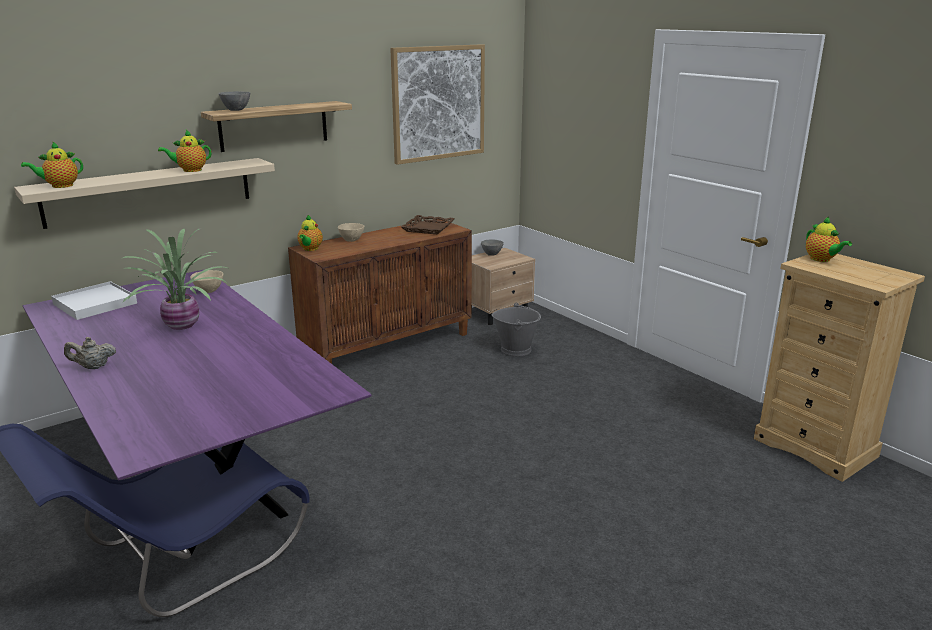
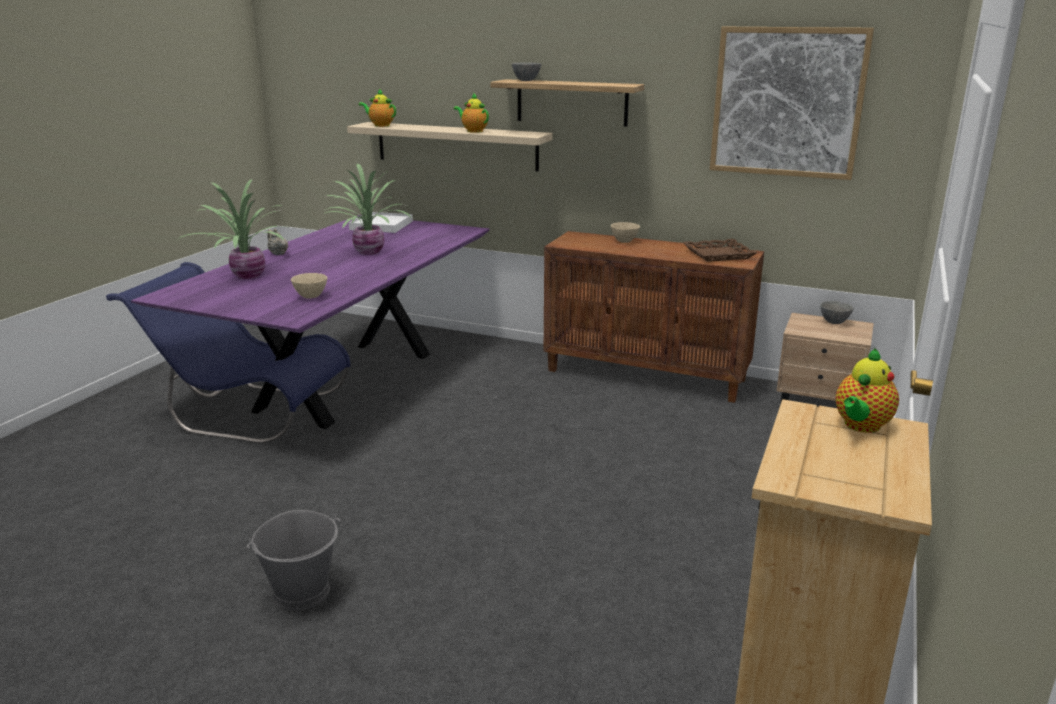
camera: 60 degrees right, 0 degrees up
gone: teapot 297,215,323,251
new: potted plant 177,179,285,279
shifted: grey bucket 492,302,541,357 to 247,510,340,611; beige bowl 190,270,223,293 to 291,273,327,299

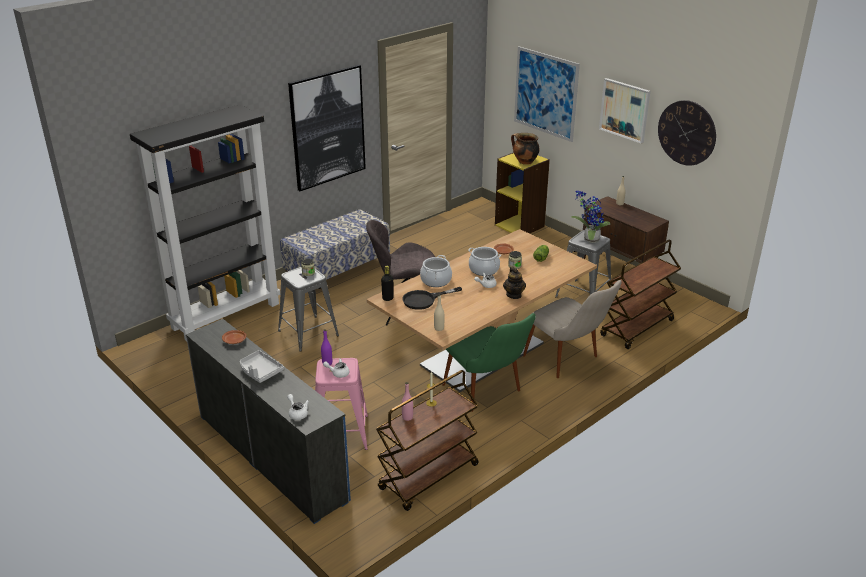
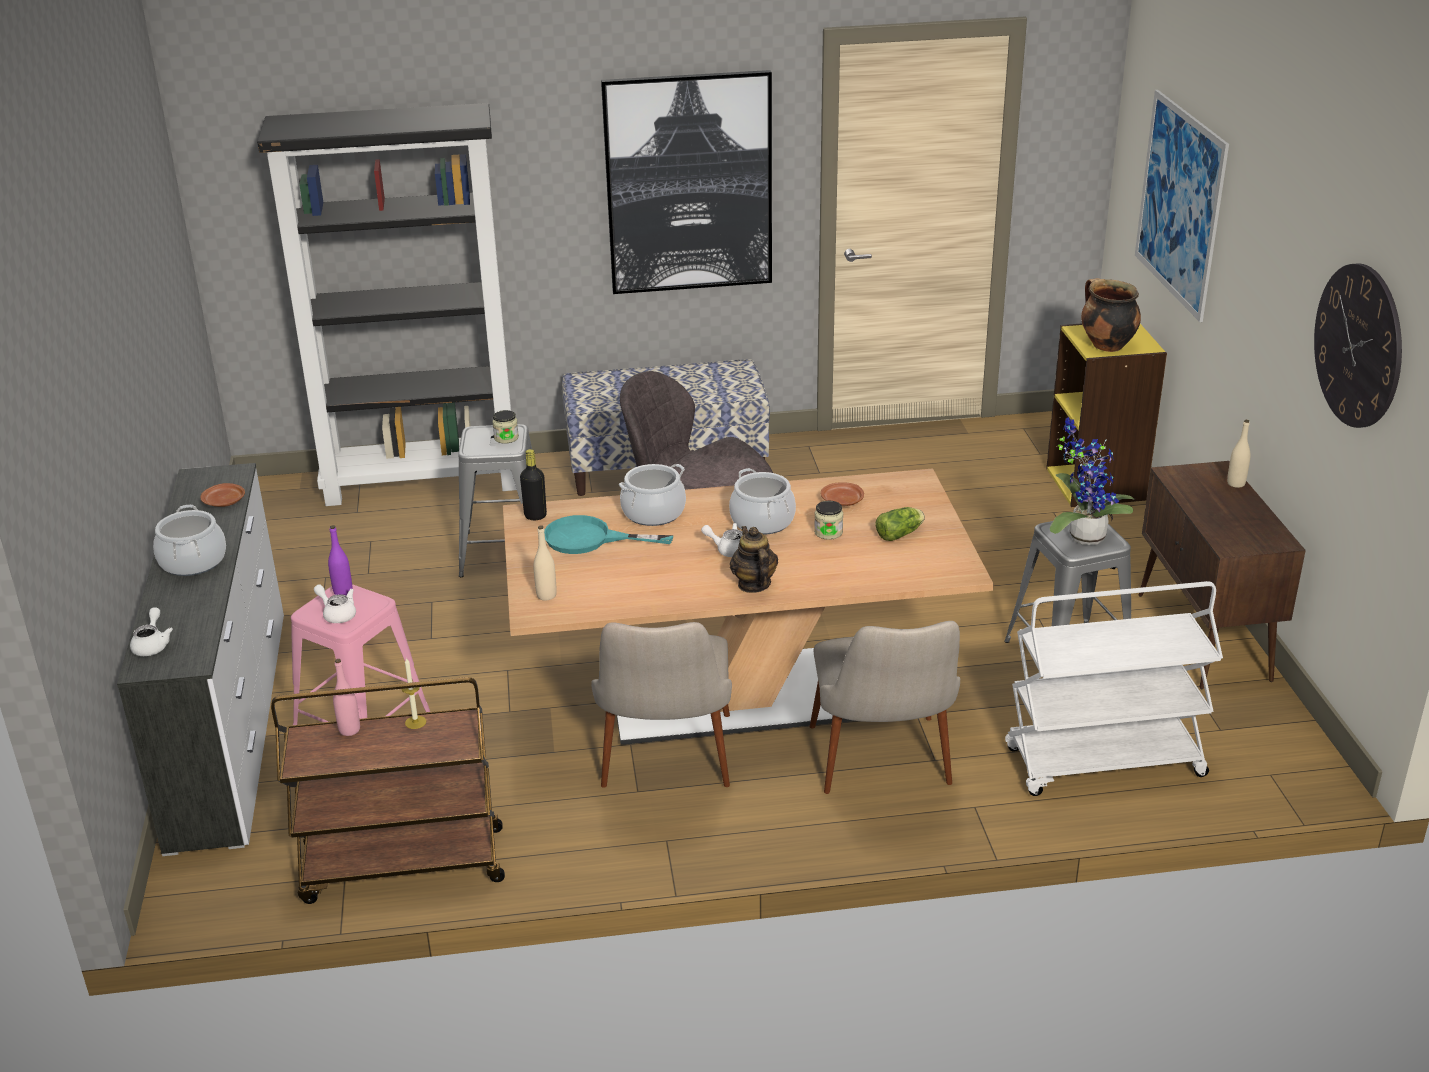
camera: 35 degrees right, 0 degrees up
gone: picture 599,78,650,144
swapped: grey tray 240,350,284,383 to cooking pot 153,505,226,576
repainted: blue dresser 186,319,351,524 to white dresser 117,463,284,856; black frying pan 402,287,462,310 to turquoise frying pan 544,515,673,554; green chair 442,313,536,412 to beige chair 591,622,732,788; brown cart 600,240,681,349 to white cart 1005,581,1223,796
rotated: teapot 503,267,526,299 = 730,526,778,593 135 degrees clockwise

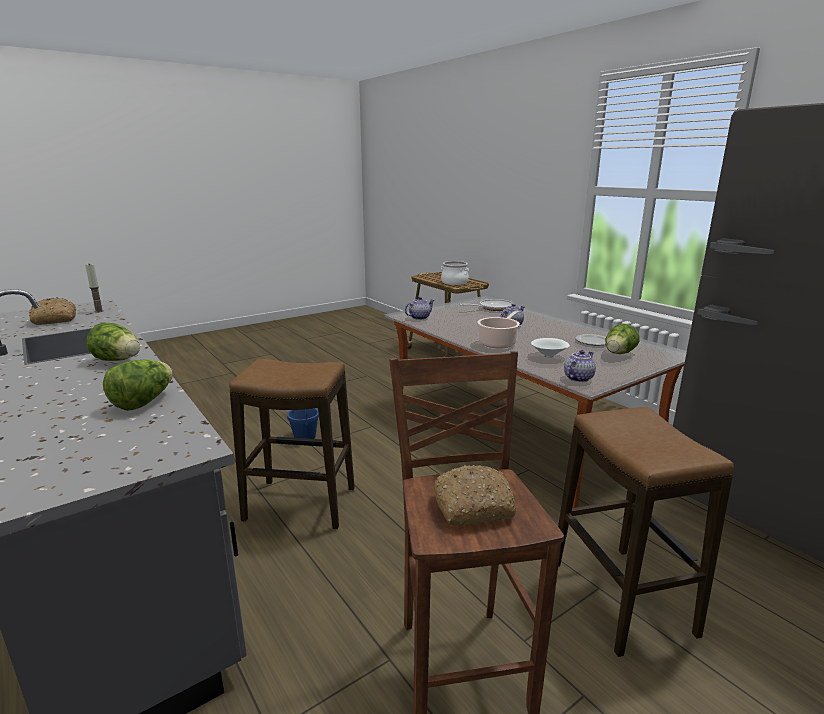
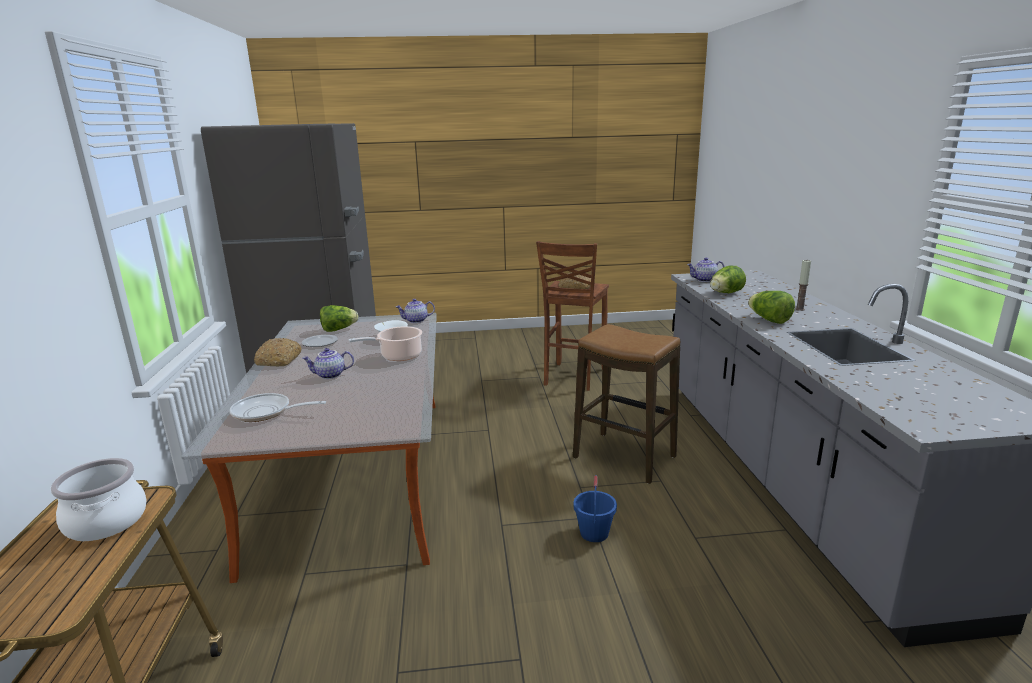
camera: 150 degrees left, 0 degrees up
gone: stool 558,407,734,657
shifted: bread 29,297,76,325 to 254,338,301,366; teapot 405,297,434,320 to 687,258,724,282; candle 85,264,104,313 to 795,260,811,311

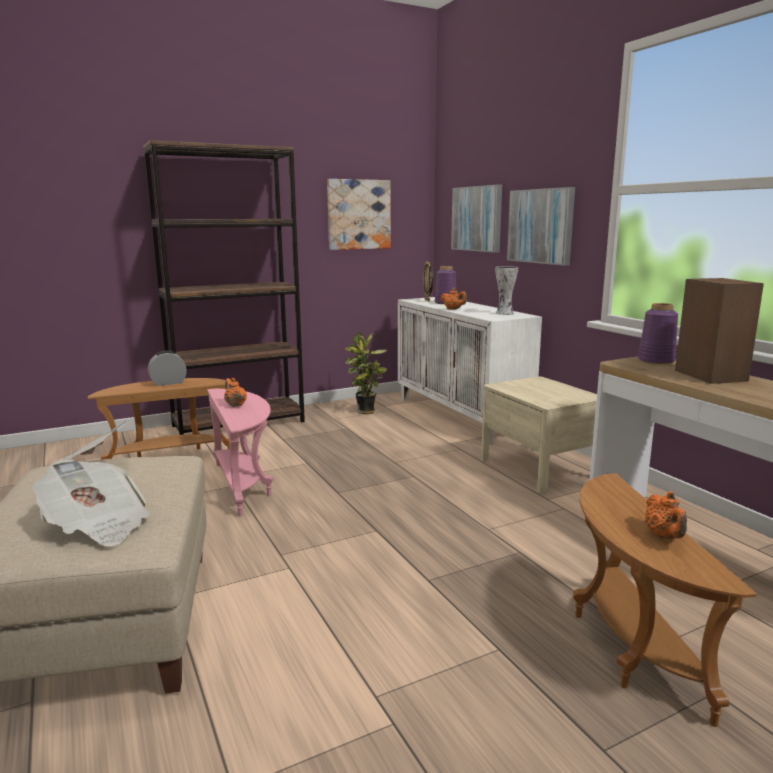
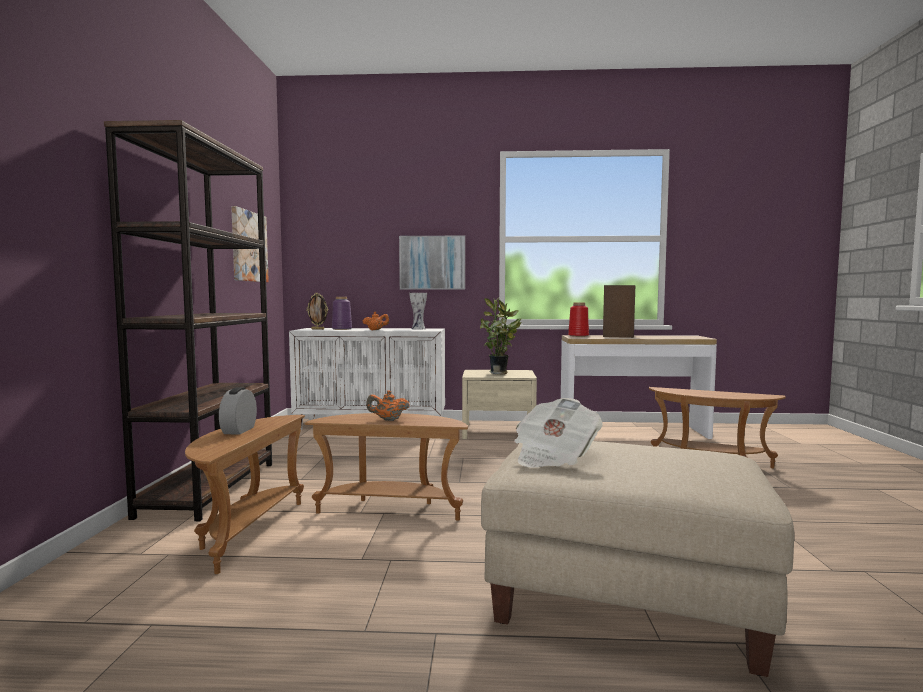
camera: 60 degrees left, 10 degrees down
gone: newspaper 33,459,151,547; picture 451,184,502,253; orange teapot 645,491,687,539
shifted: potted plant 345,332,387,414 to 480,297,522,374
repainted: pink side table 207,389,274,517 to brown side table 304,413,468,521; purple vase 638,303,678,364 to red vase 568,302,589,337

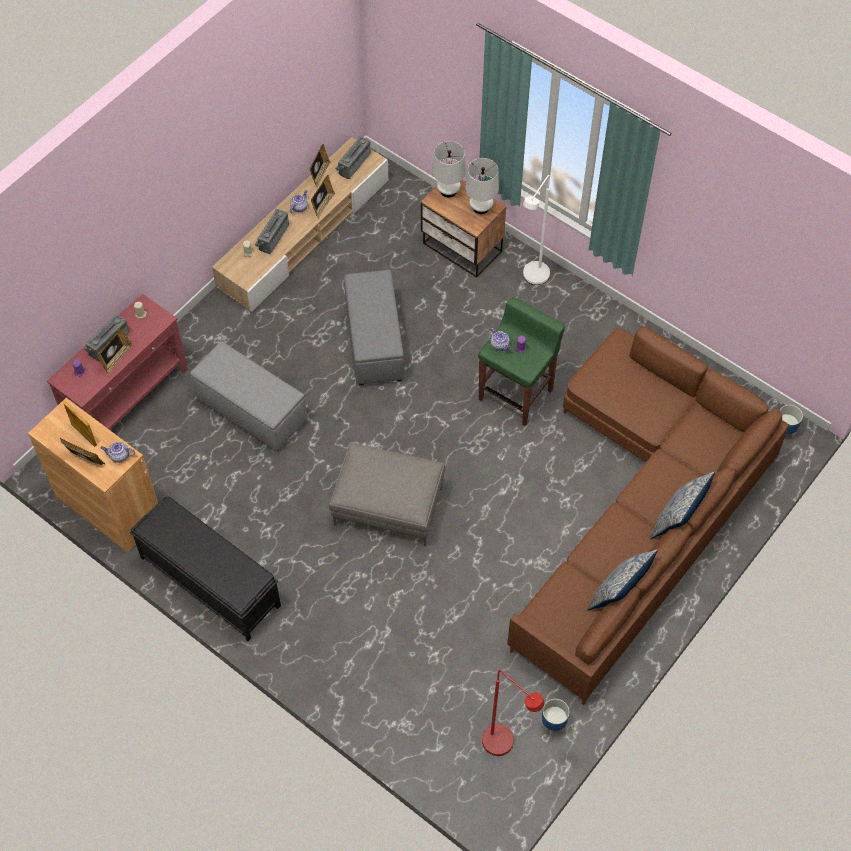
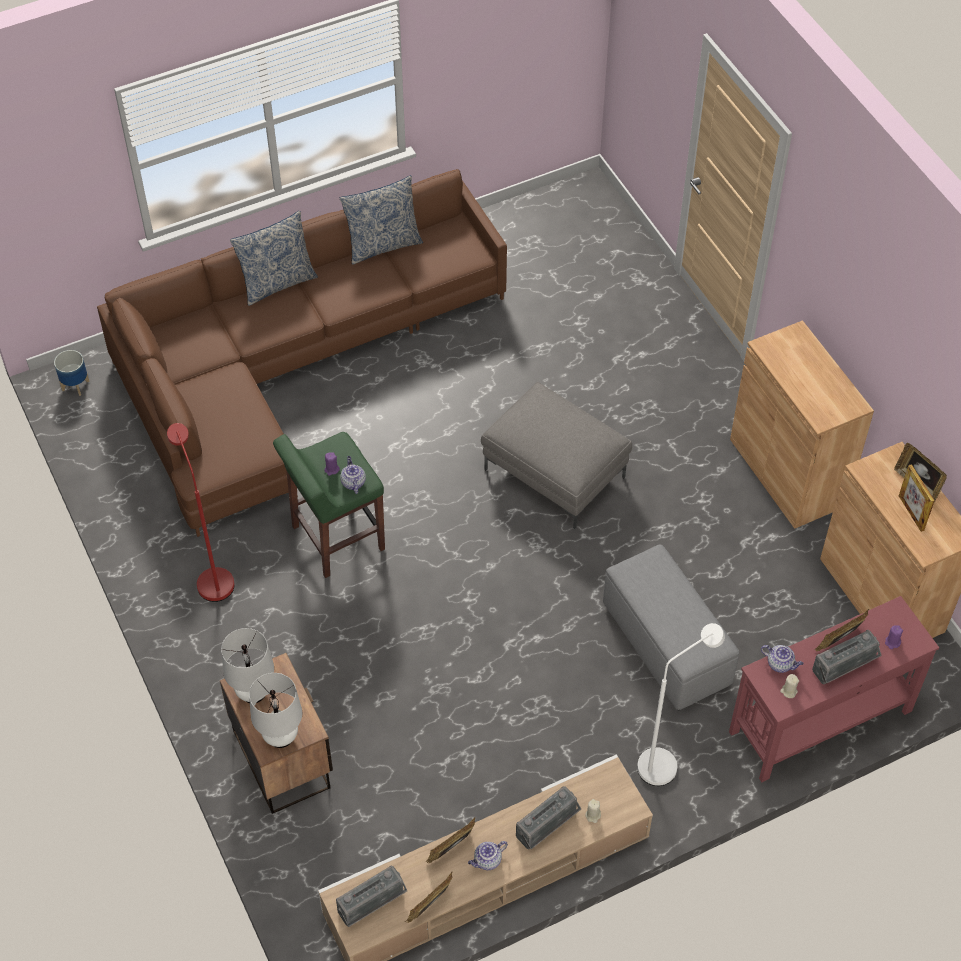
camera: 155 degrees left, 5 degrees down
gone: grey ottoman 344,270,404,386; planter 542,699,569,734
shifted: red floor lamp 482,670,545,756 to 167,423,235,602; white floor lamp 523,175,550,285 to 637,623,725,786; teapot 100,442,135,463 to 761,645,804,673
swapped: black bench 130,496,281,641 to brown cabinet 730,320,874,529

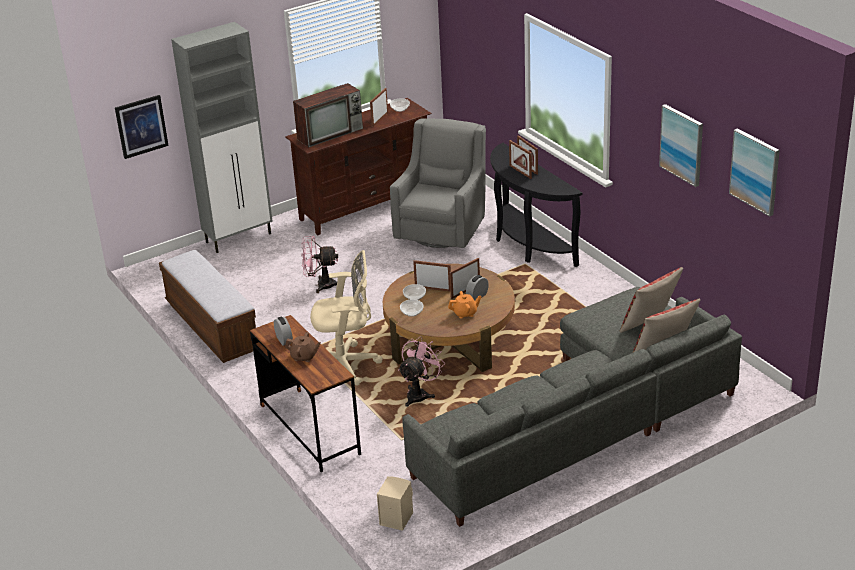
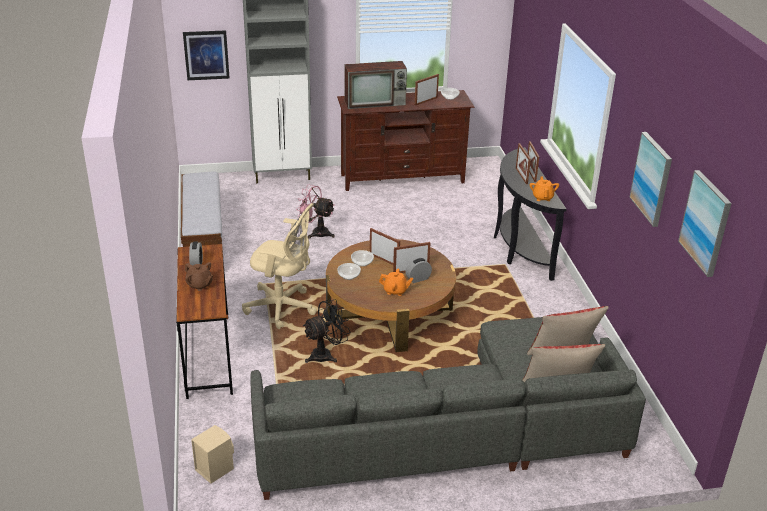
camera: 20 degrees right, 0 degrees up
gone: grey armchair 390,118,486,248
new: orange teapot 530,176,559,201
repainted: pink fan 398,336,445,407 to black fan 303,299,350,363

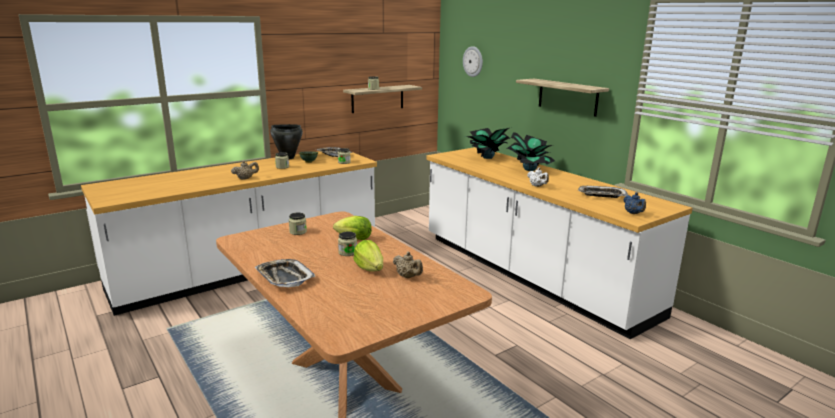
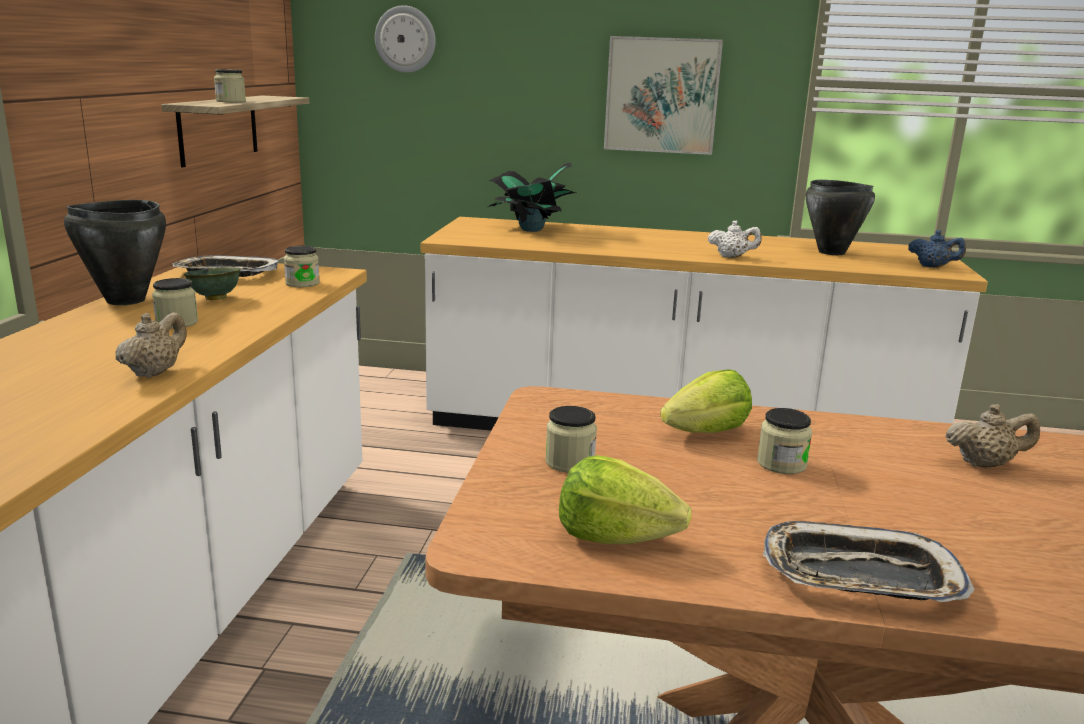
camera: 45 degrees left, 0 degrees up
gone: potted plant 506,132,555,171
shifted: lettuce 353,240,383,272 to 559,455,691,544
swapped: shelf 516,79,609,117 to picture 604,36,723,155; tray 578,186,628,198 to black cooking pot 806,179,875,255

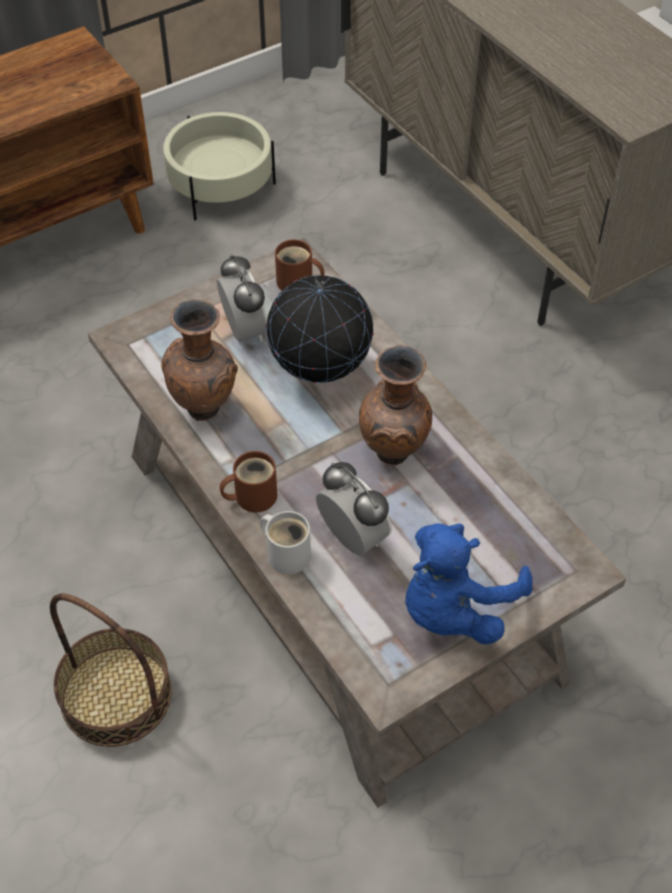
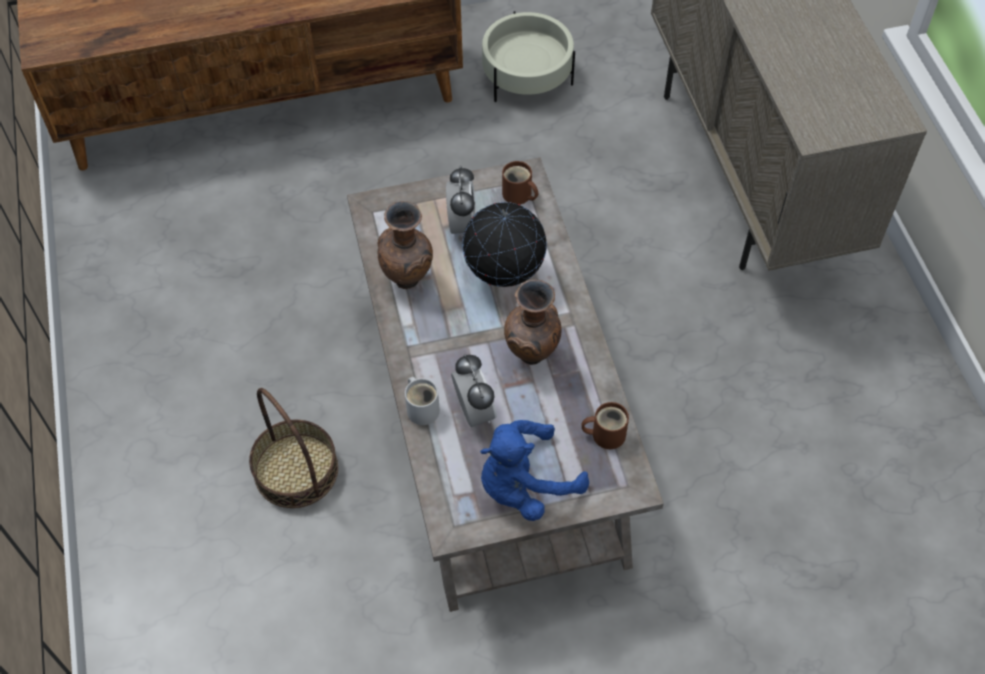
camera: 20 degrees right, 5 degrees up
shifted: brown mug 220,451,277,512 to 582,402,629,449

